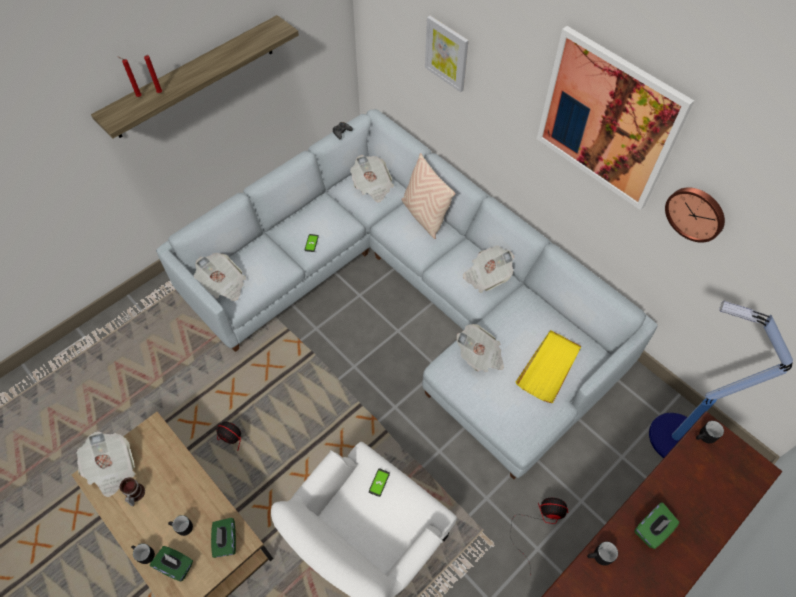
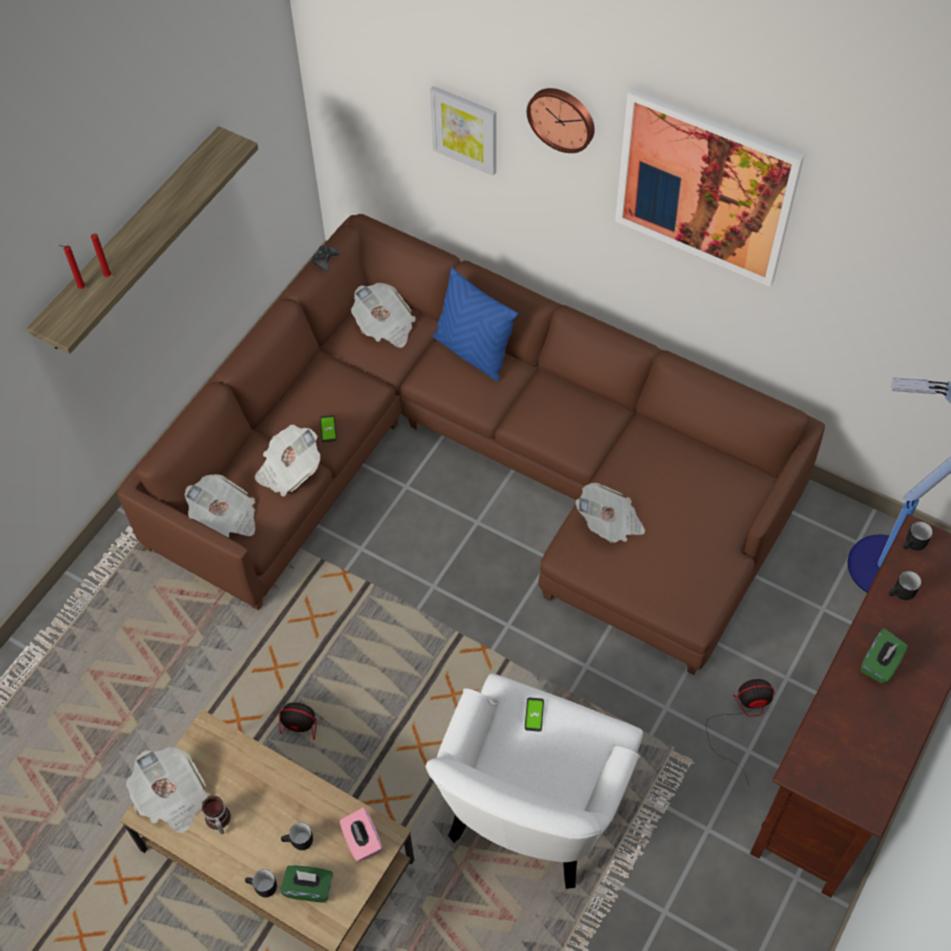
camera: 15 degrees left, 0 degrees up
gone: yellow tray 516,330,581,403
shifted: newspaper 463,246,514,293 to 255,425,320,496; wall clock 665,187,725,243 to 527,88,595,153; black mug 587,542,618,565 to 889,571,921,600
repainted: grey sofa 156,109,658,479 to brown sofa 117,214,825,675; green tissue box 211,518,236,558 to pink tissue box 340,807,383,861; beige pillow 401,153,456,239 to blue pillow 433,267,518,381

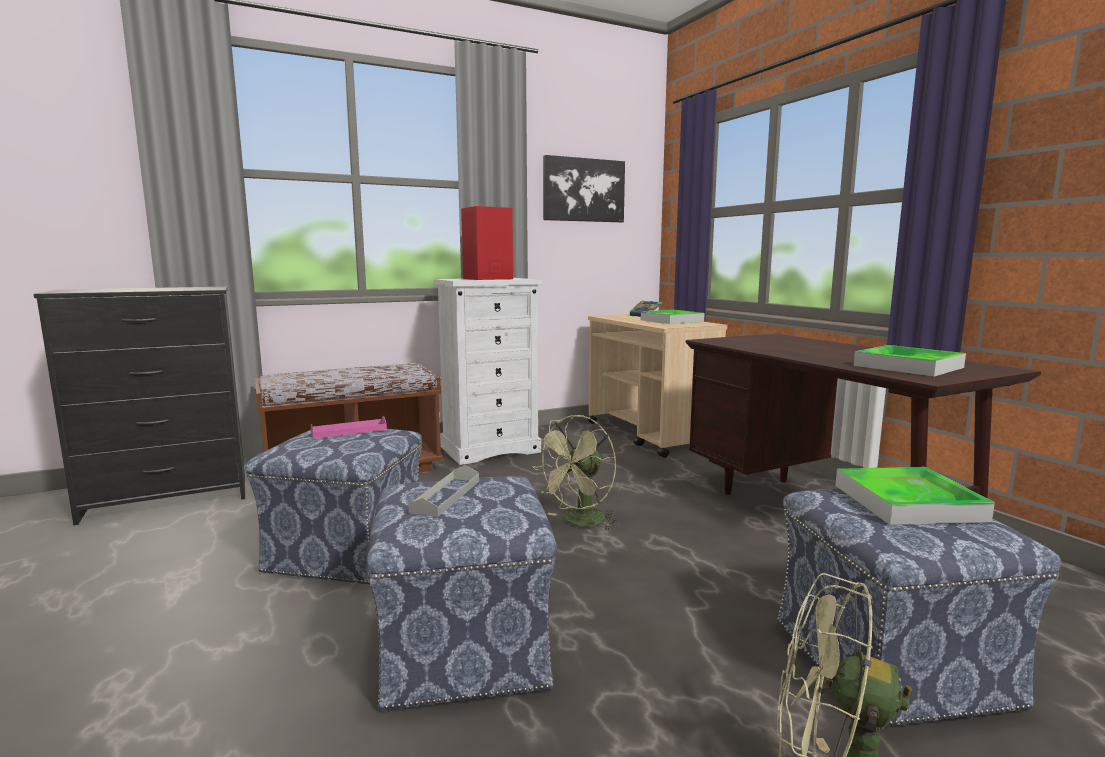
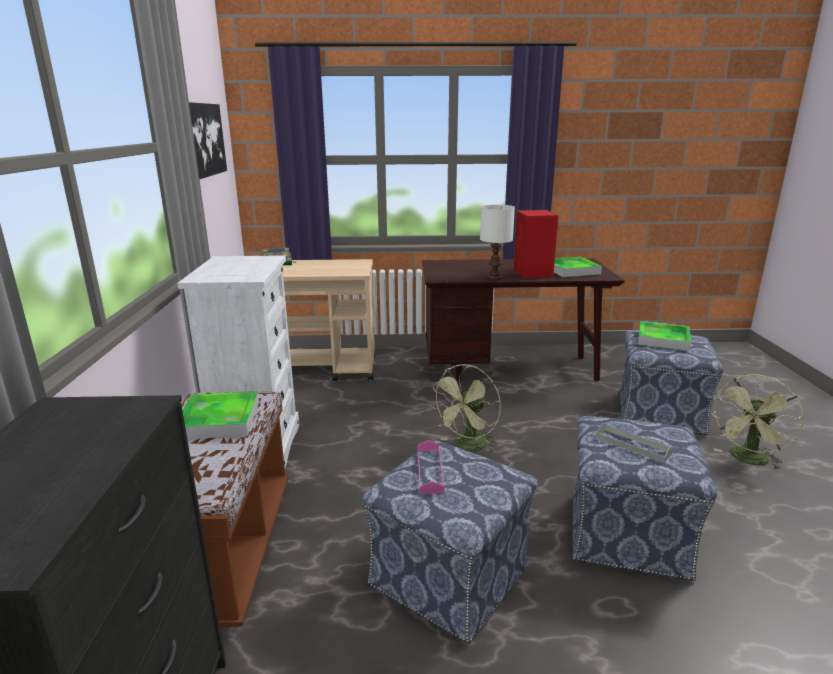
camera: 65 degrees left, 10 degrees up
new: white table lamp 480,204,515,280
shifted: tray 641,310,705,324 to 182,391,259,439; red speaker 461,206,513,280 to 514,210,559,278
rotated: green fan 532,415,619,531 = 429,364,501,453 60 degrees clockwise

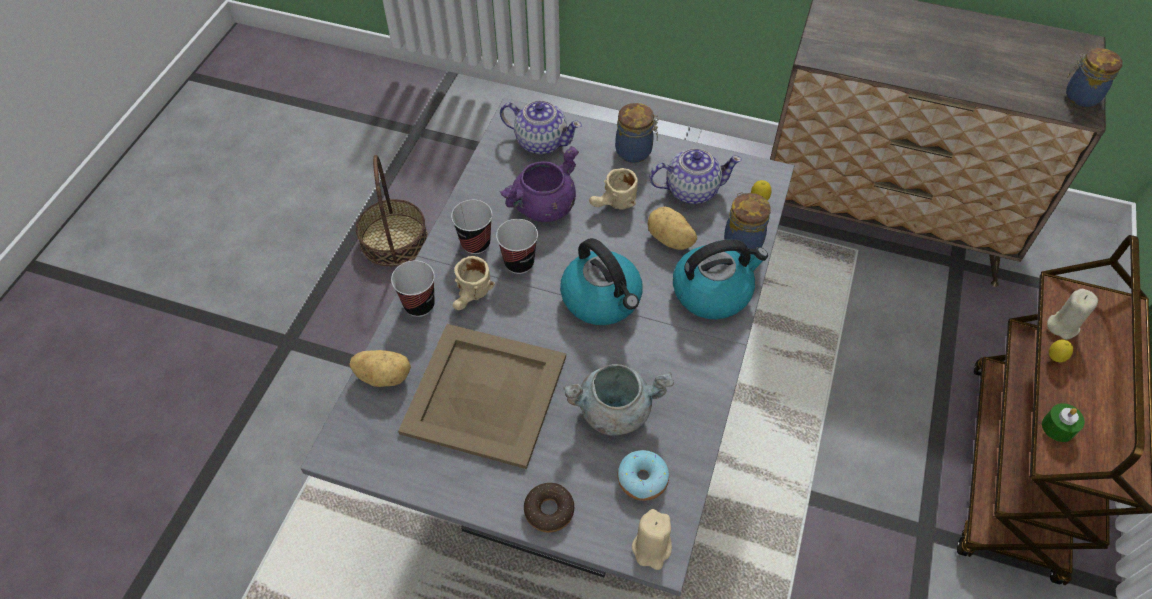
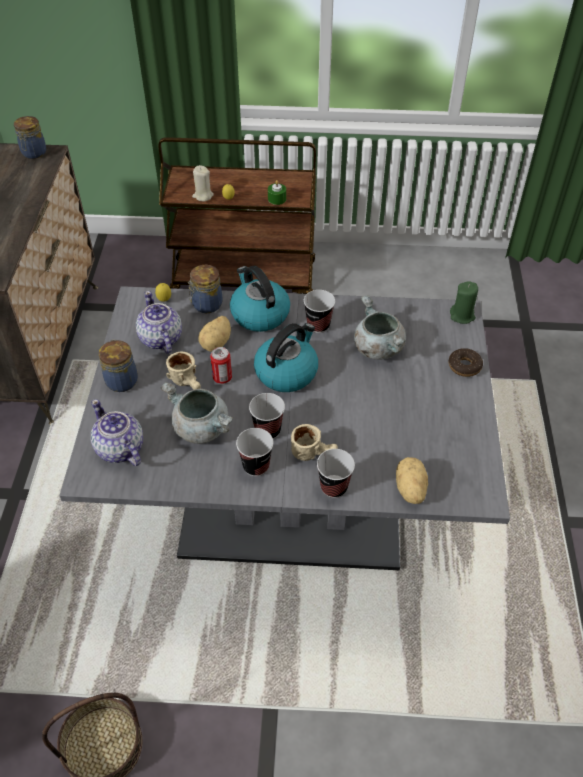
camera: 105 degrees left, 5 degrees down
gone: beige tray 398,324,566,469; donut 617,450,669,501
new: can 210,347,232,384; cup 304,290,335,333
repainted: purple cooking pot 500,146,579,222 to grey cooking pot 161,382,233,444; beige candle 632,509,672,570 to green candle 450,281,478,324
rotated: teapot 500,100,582,155 = 91,399,143,466 45 degrees counterclockwise

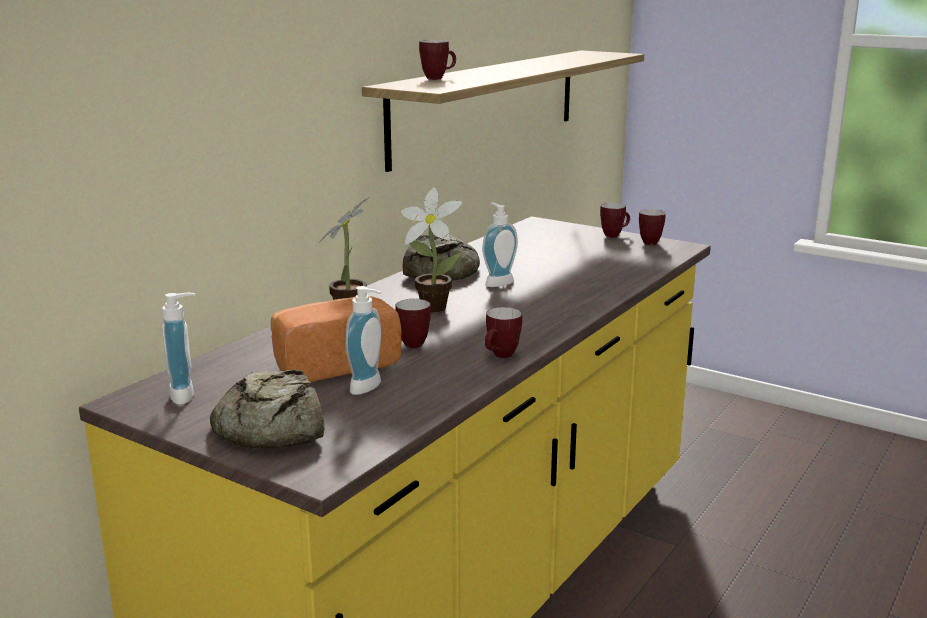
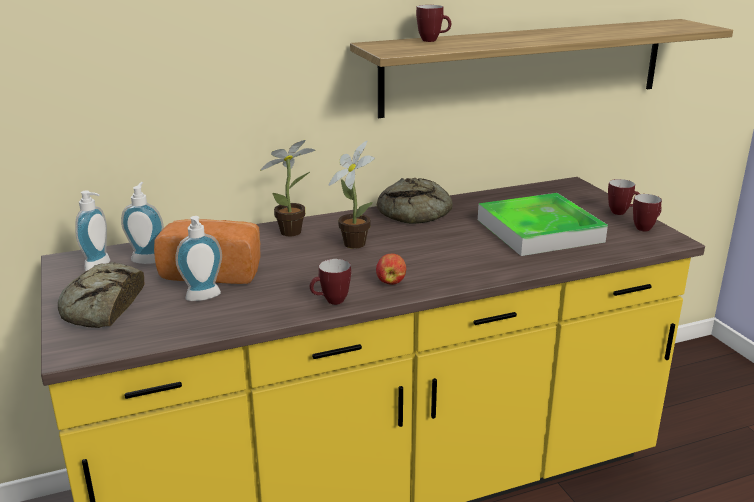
camera: 35 degrees right, 5 degrees up
gone: mug 395,299,431,348
new: apple 376,254,406,285; tray 478,193,608,256
shifted: soap dispenser 482,203,518,287 to 121,182,164,264

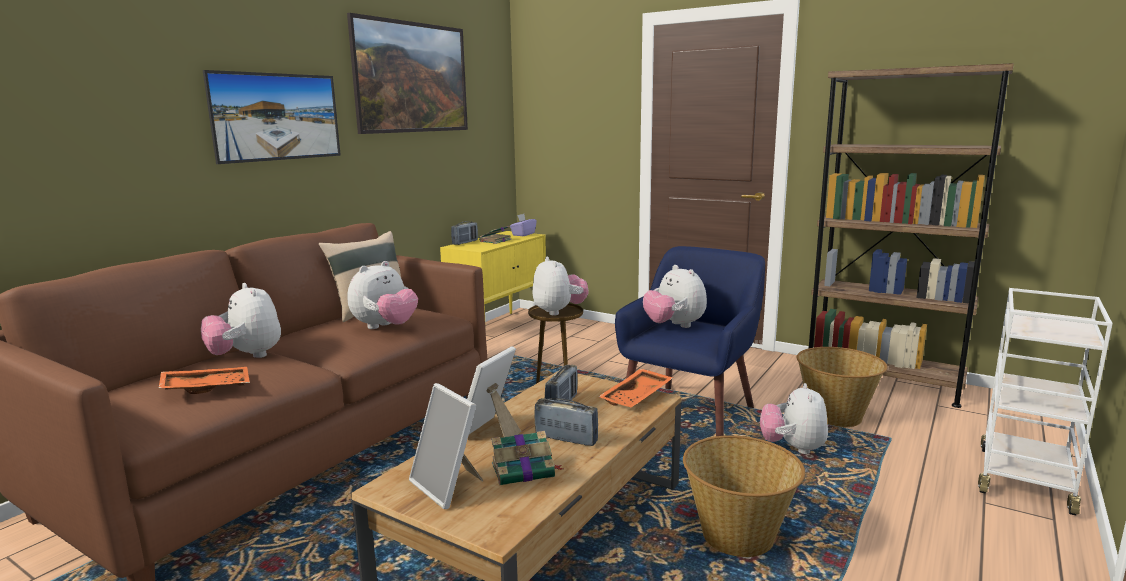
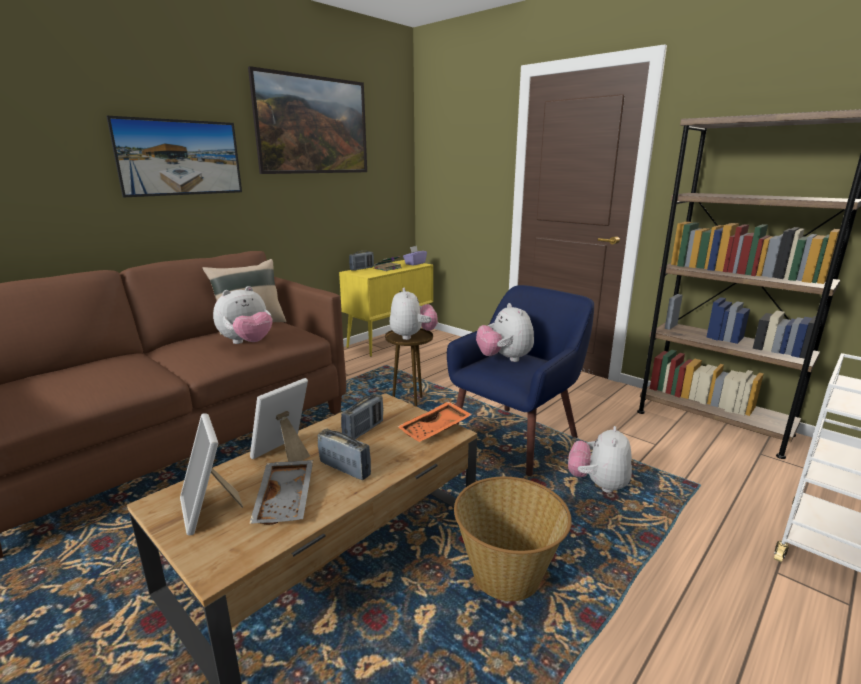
camera: 10 degrees right, 5 degrees up
gone: orange tray 159,367,250,394; plush toy 201,283,281,358; basket 796,347,888,427
swapped: book 491,431,563,485 to grey tray 249,460,313,525

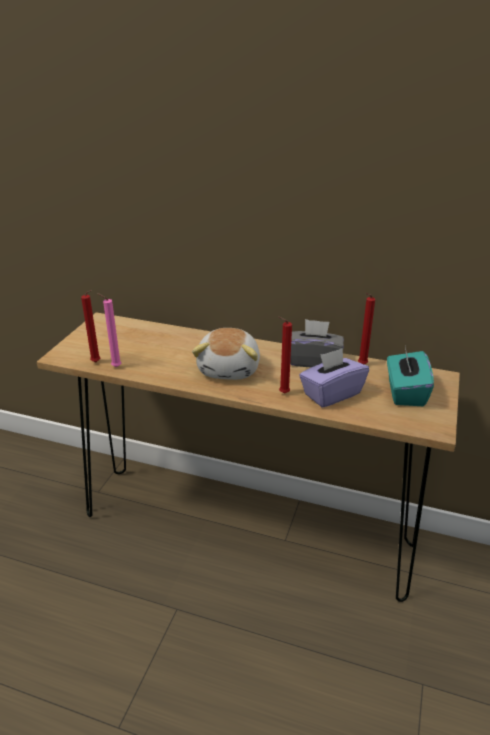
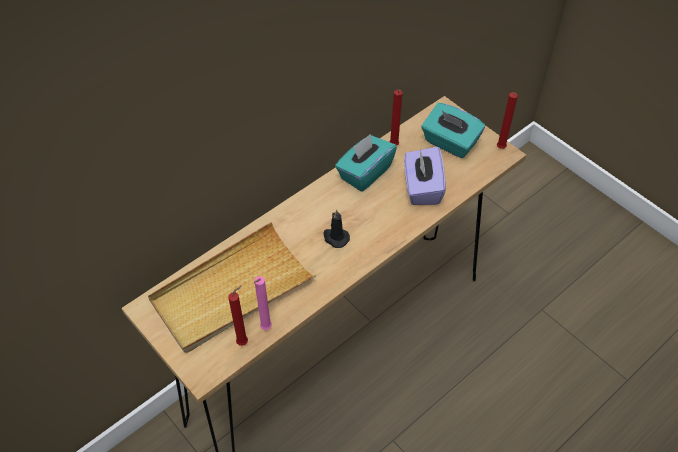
camera: 60 degrees left, 20 degrees up
new: beige tray 148,222,316,353
shifted: red candle 279,317,292,394 to 497,92,518,149
swapped: plush toy 192,328,260,380 to black candle 323,209,350,248
repainted: grey tissue box 290,319,344,368 to turquoise tissue box 335,134,397,192

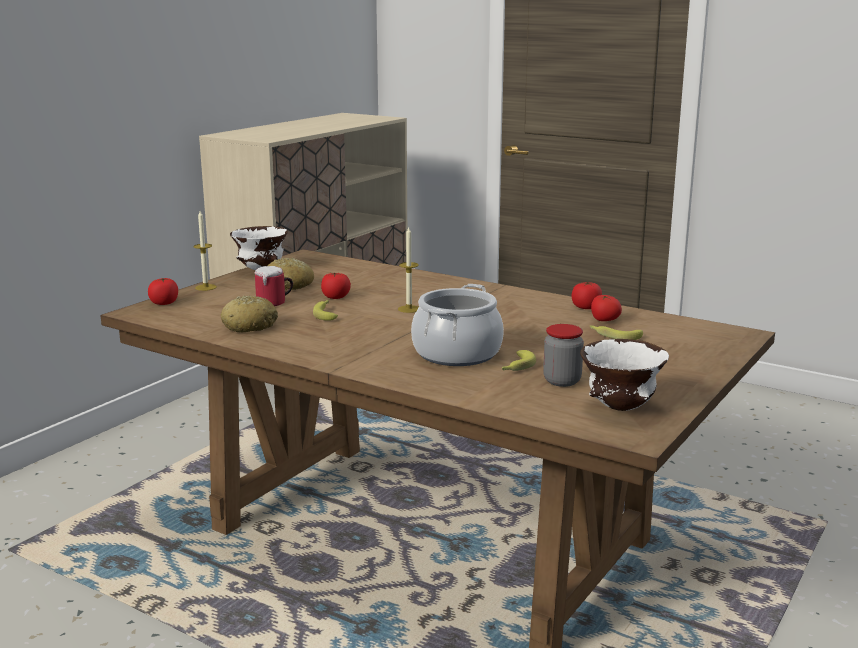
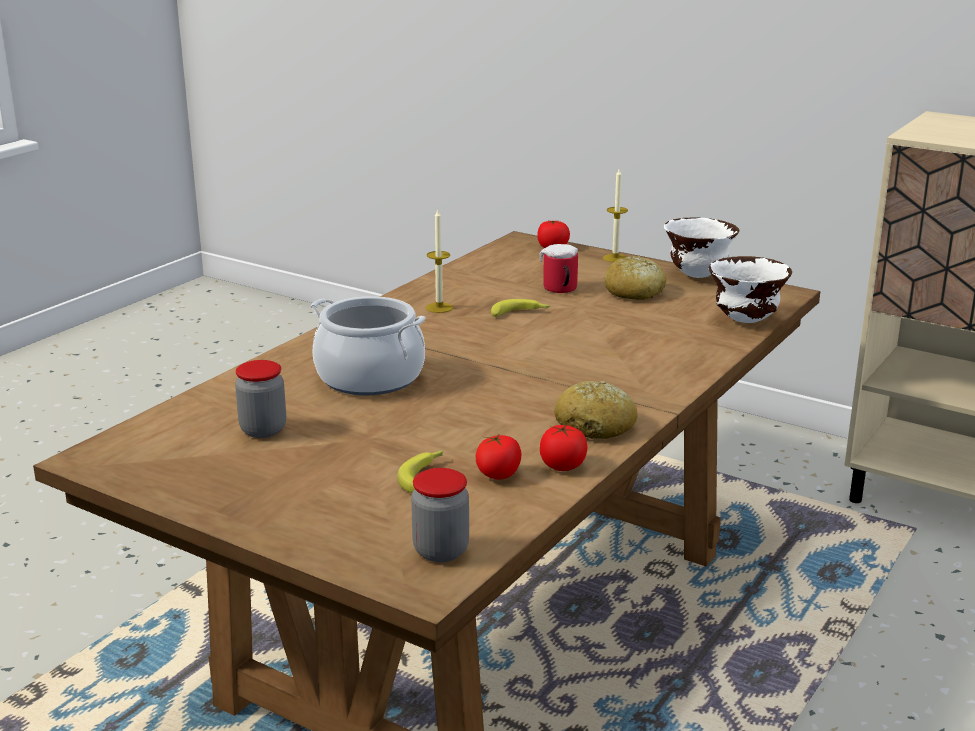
camera: 90 degrees right, 5 degrees up
gone: tomato 321,273,351,299; banana 502,350,536,371
new: jar 411,468,469,562
shifted: candle 398,227,419,313 to 426,208,453,313; bread 221,296,278,332 to 554,381,638,439; white bowl 580,339,669,411 to 709,256,792,323

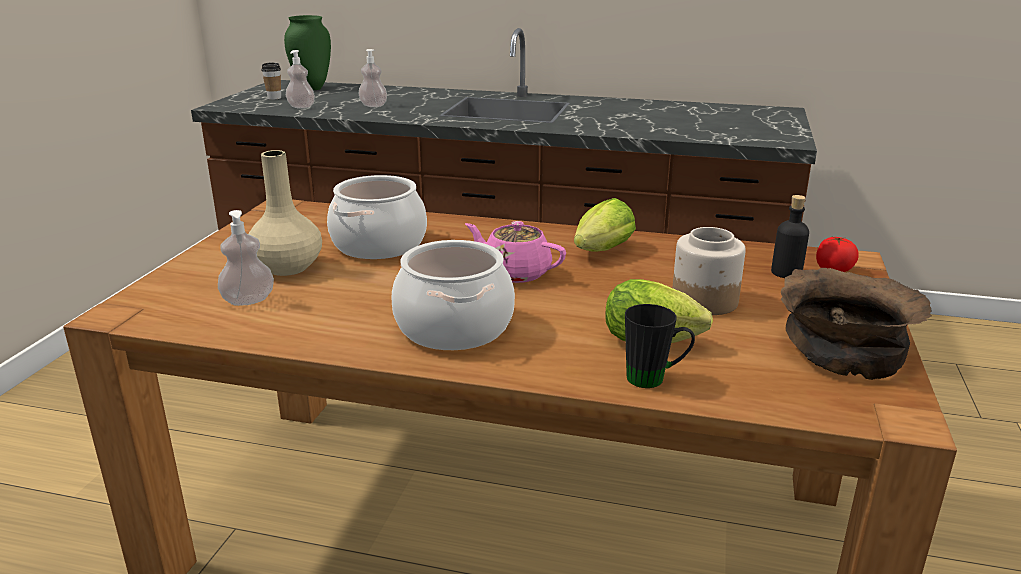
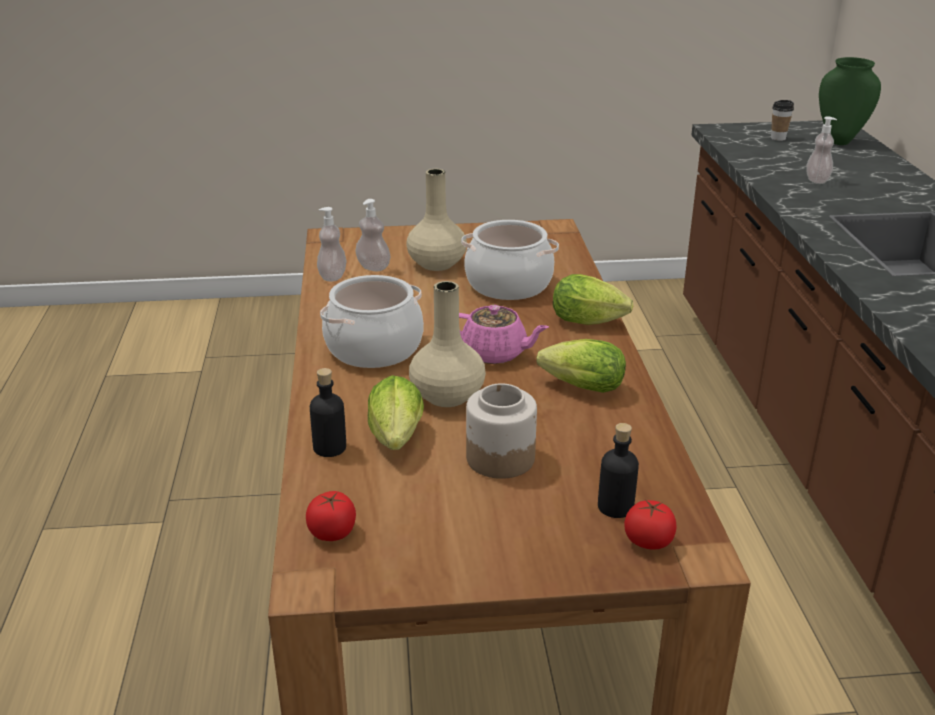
camera: 70 degrees right, 5 degrees up
gone: brown bowl 781,268,932,380
new: tomato 306,491,356,541; beige vase 409,281,486,407; lettuce 553,274,633,325
shifted: soap dispenser 286,50,315,109 to 317,207,347,281
swapped: black mug 625,304,695,388 to black bottle 310,368,346,457
rotated: pink teapot 465,221,566,283 = 459,305,549,364 105 degrees clockwise

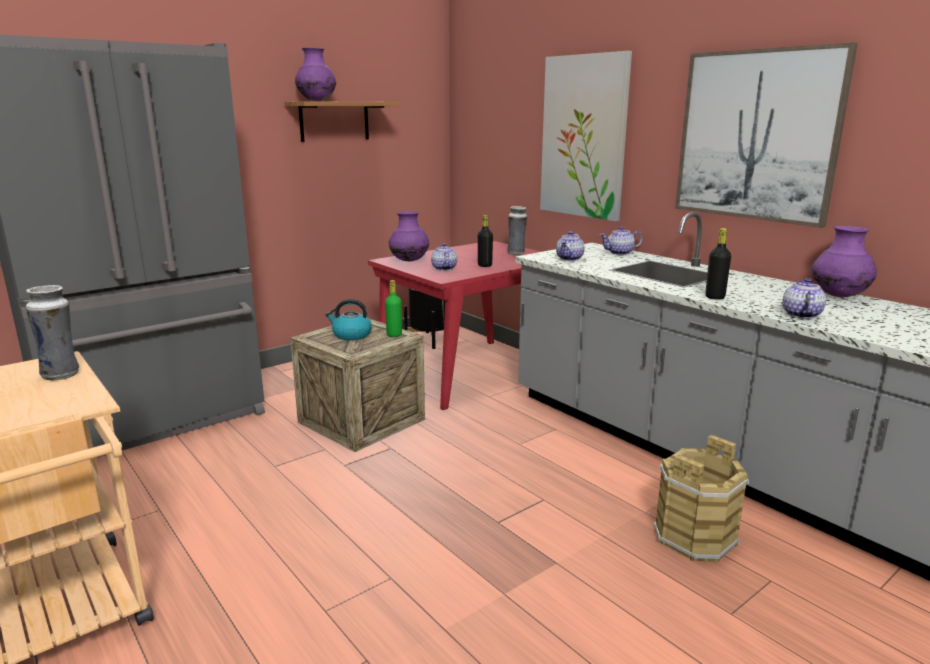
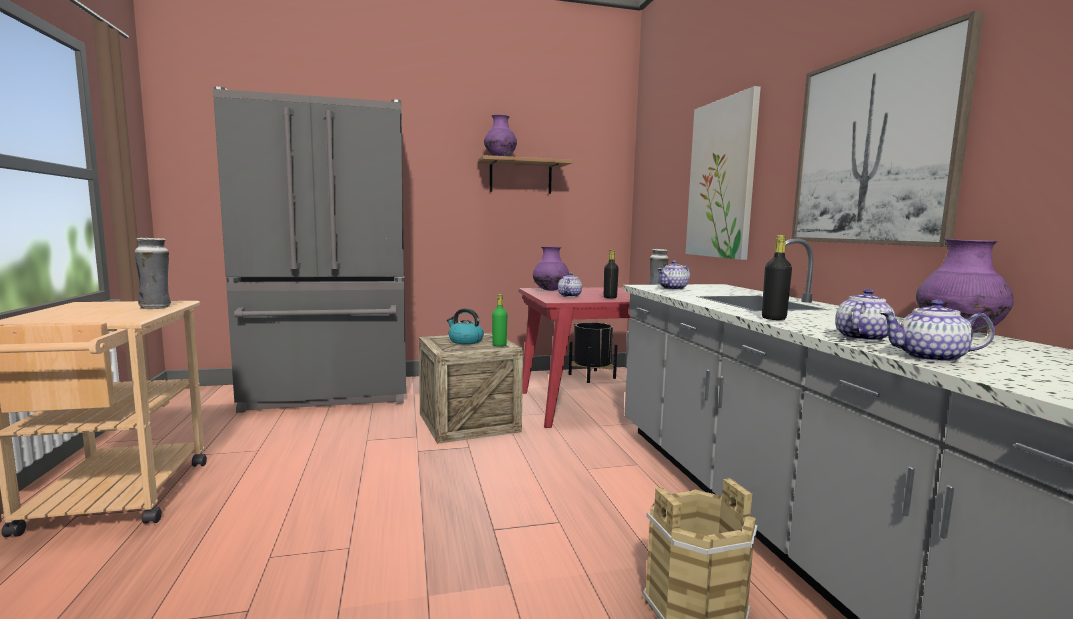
camera: 25 degrees right, 10 degrees down
shifted: teapot 600,226,643,255 to 880,300,995,363

